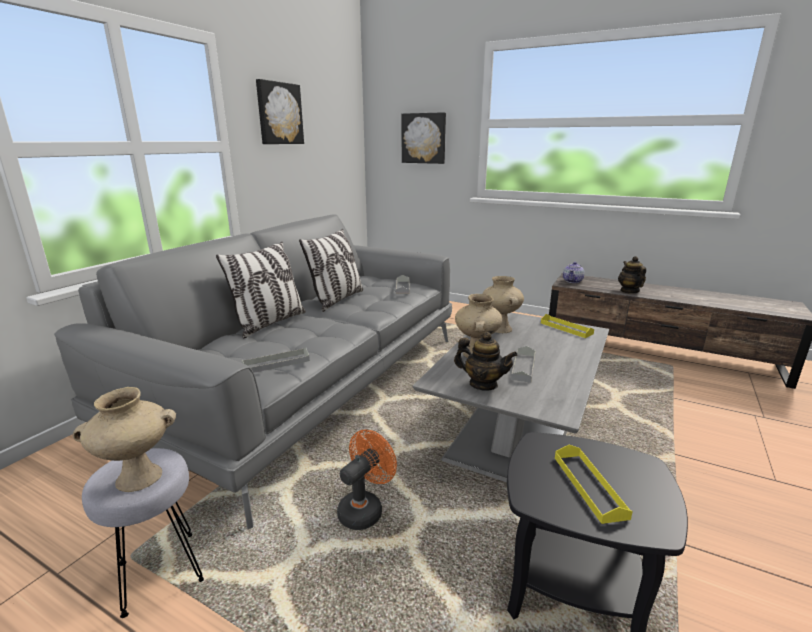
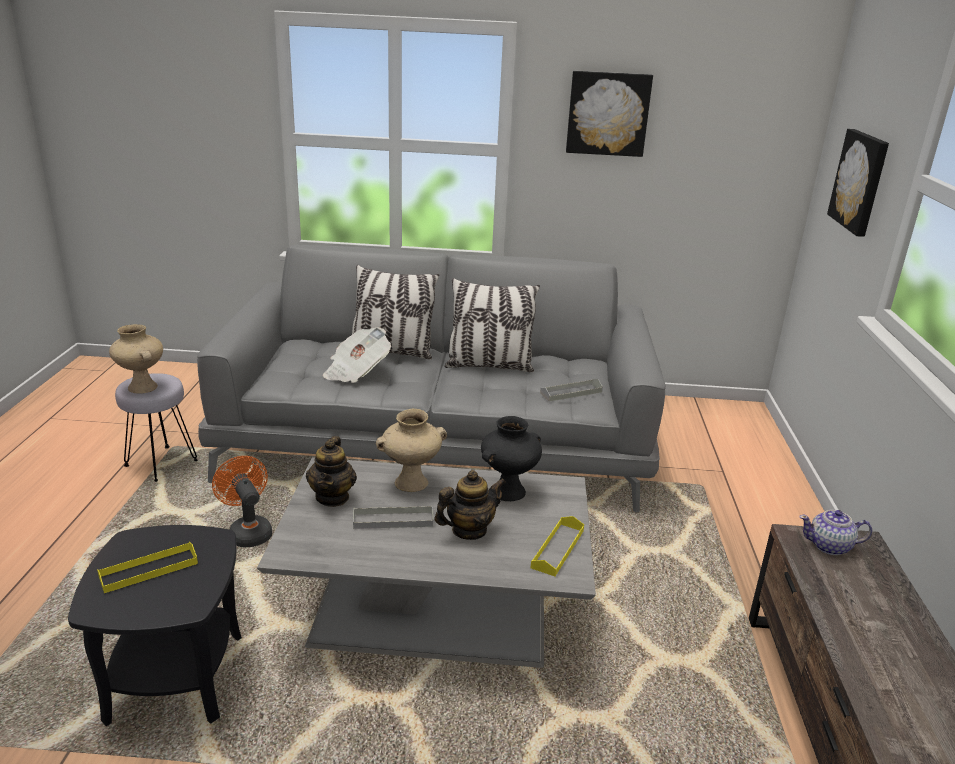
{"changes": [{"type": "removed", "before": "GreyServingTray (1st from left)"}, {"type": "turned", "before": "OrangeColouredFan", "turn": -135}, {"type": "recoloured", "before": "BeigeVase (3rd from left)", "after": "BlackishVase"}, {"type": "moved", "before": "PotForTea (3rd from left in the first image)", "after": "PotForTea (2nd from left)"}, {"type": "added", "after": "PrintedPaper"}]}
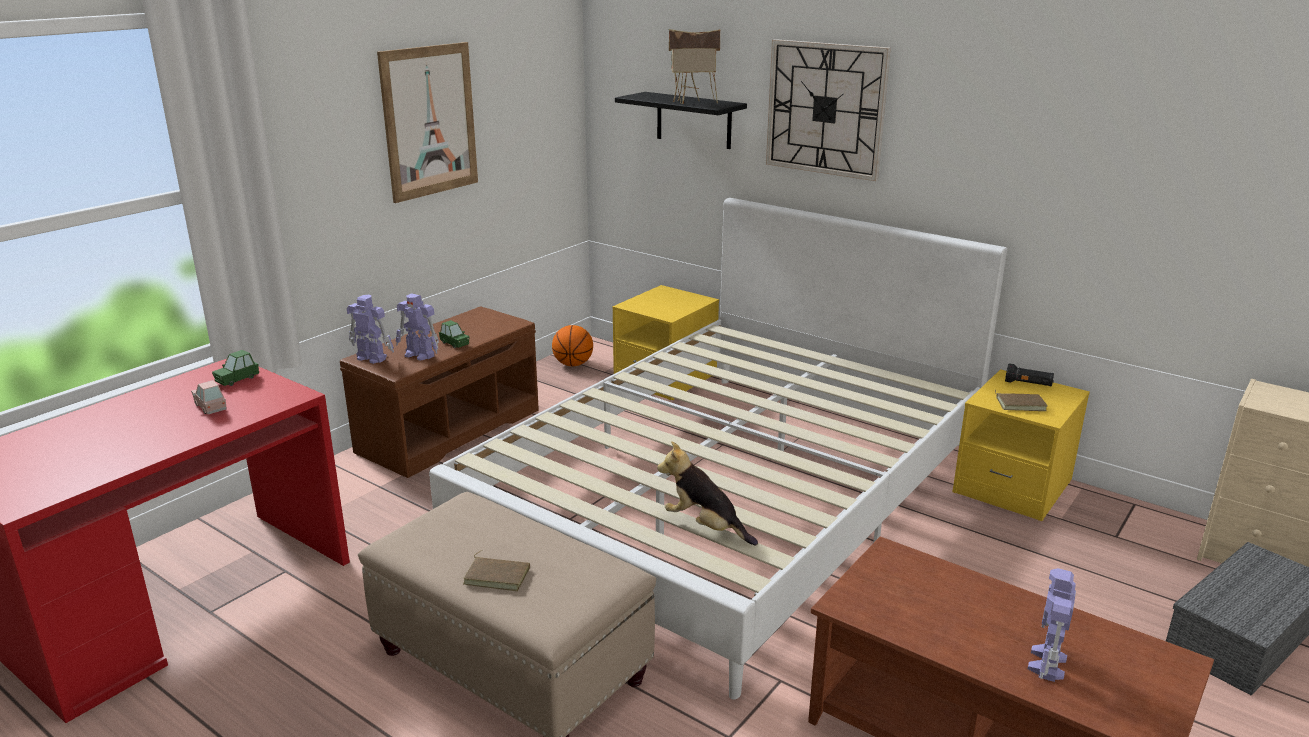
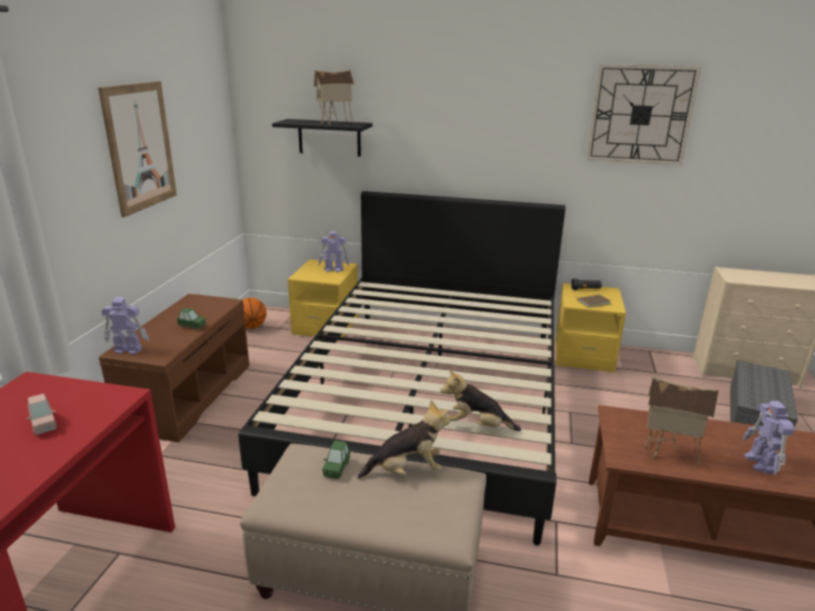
{"changes": [{"type": "turned", "before": "PinkColouredToyCar", "turn": -150}, {"type": "moved", "before": "GreenishToyCar (1st from left in the first image)", "after": "GreenishToyCar (2nd from left)"}, {"type": "moved", "before": "ToyRobot (2nd from left)"}, {"type": "recoloured", "before": "WhiteBedroomBed", "after": "BlackishBedroomBed"}, {"type": "removed", "before": "BrownVolume (1st from left)"}, {"type": "moved", "before": "WallClock"}, {"type": "added", "after": "PlushToy (1st from left)"}, {"type": "added", "after": "ModelHouse (2nd from left)"}]}
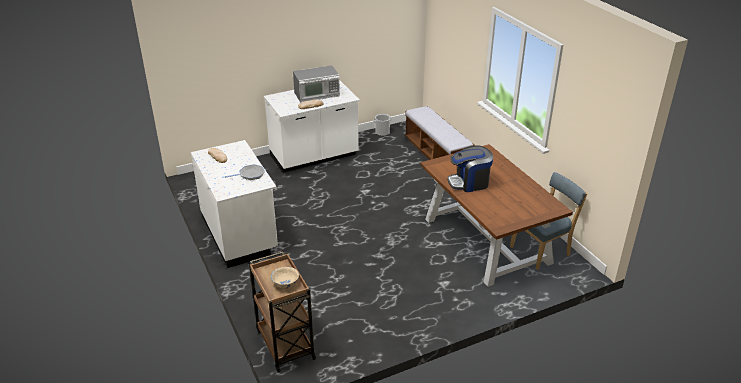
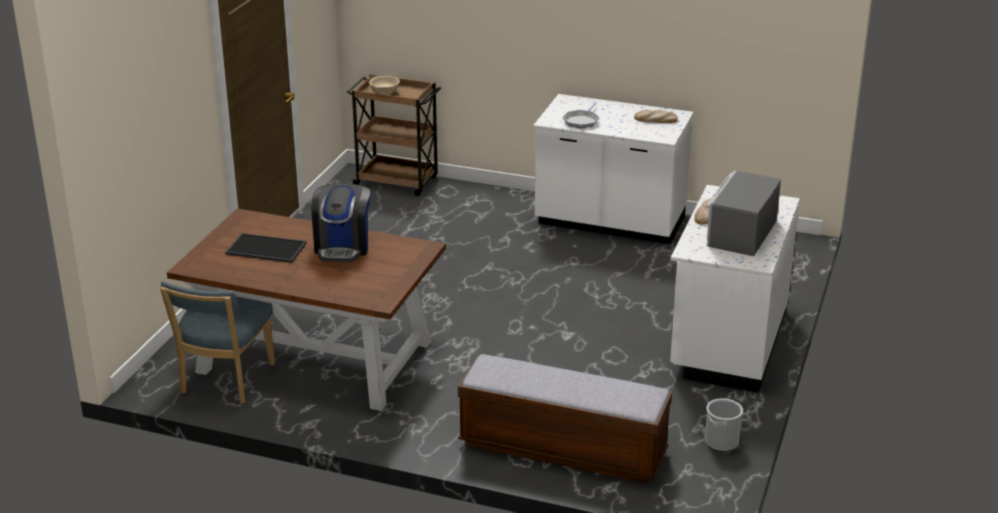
{"changes": [{"type": "turned", "before": "CoffeeBrewer", "turn": 150}, {"type": "added", "after": "ServingTray"}]}
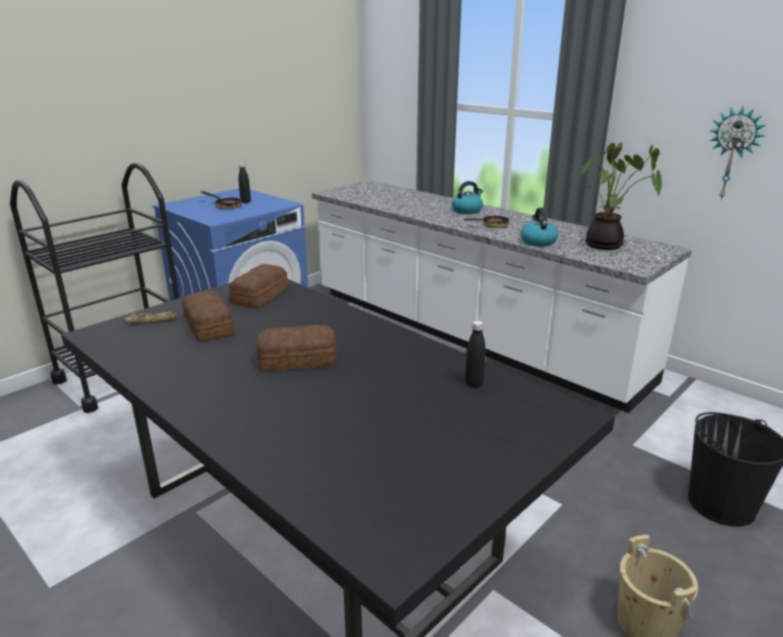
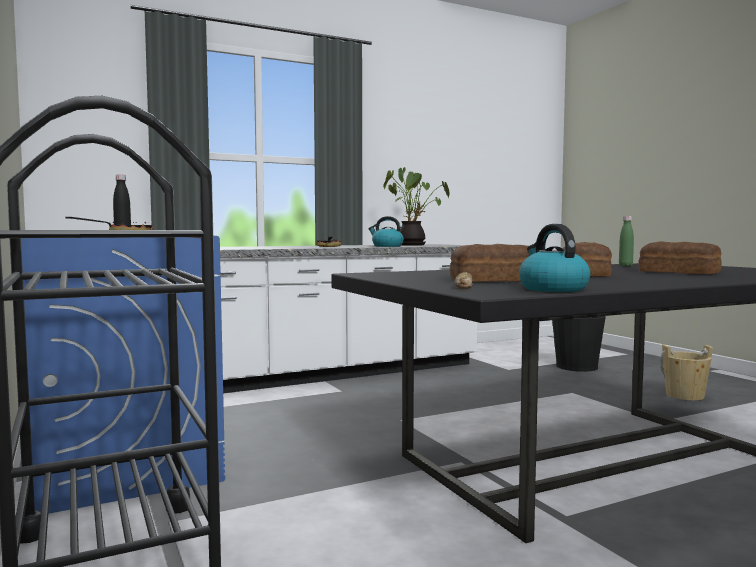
{"changes": [{"type": "moved", "before": "BakeryBread (3rd from left in the first image)", "after": "BakeryBread (4th from left)"}, {"type": "moved", "before": "WaterKettle (1st from left in the first image)", "after": "WaterKettle (2nd from left)"}, {"type": "recoloured", "before": "BlackishBeverageBottle (2nd from left)", "after": "GreenishBeverageBottle"}, {"type": "removed", "before": "WallClock"}]}
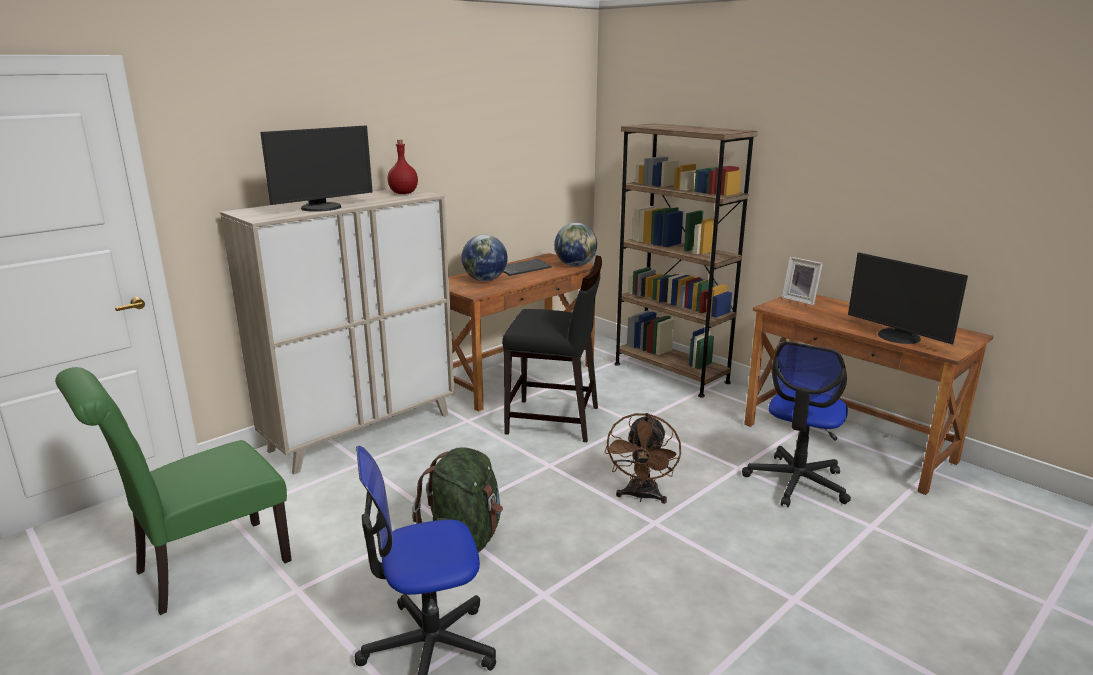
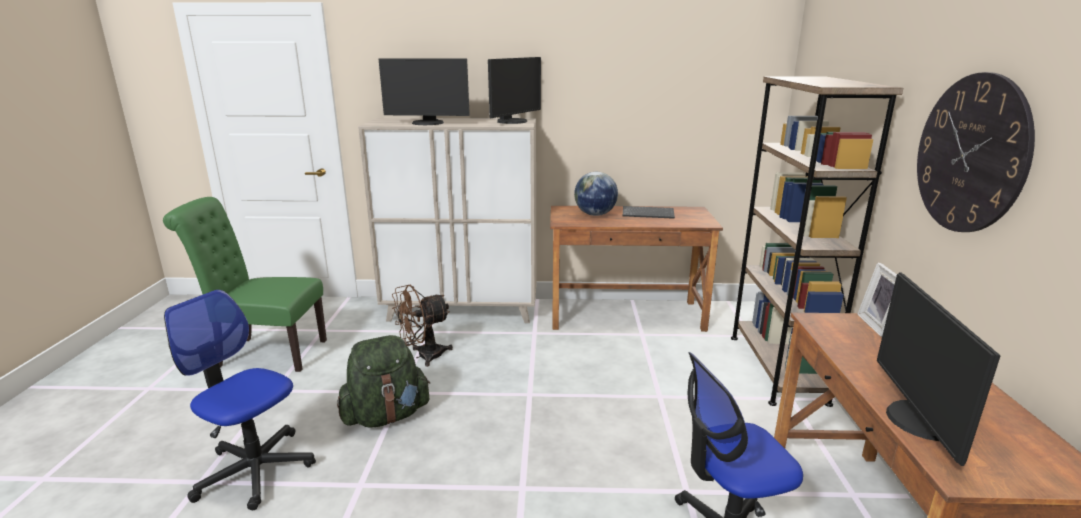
{"changes": [{"type": "replaced", "before": "RedColouredBeverageBottle", "after": "ComputerScreen (2nd from left)"}, {"type": "removed", "before": "BlackishUprightChair"}, {"type": "removed", "before": "Globe (2nd from left)"}, {"type": "moved", "before": "BrownFan"}, {"type": "added", "after": "WallClock"}]}
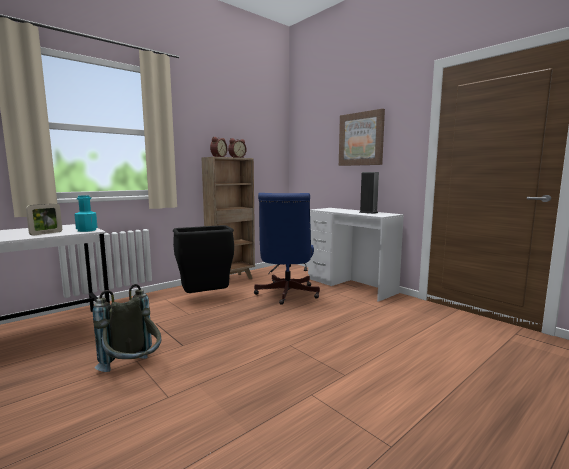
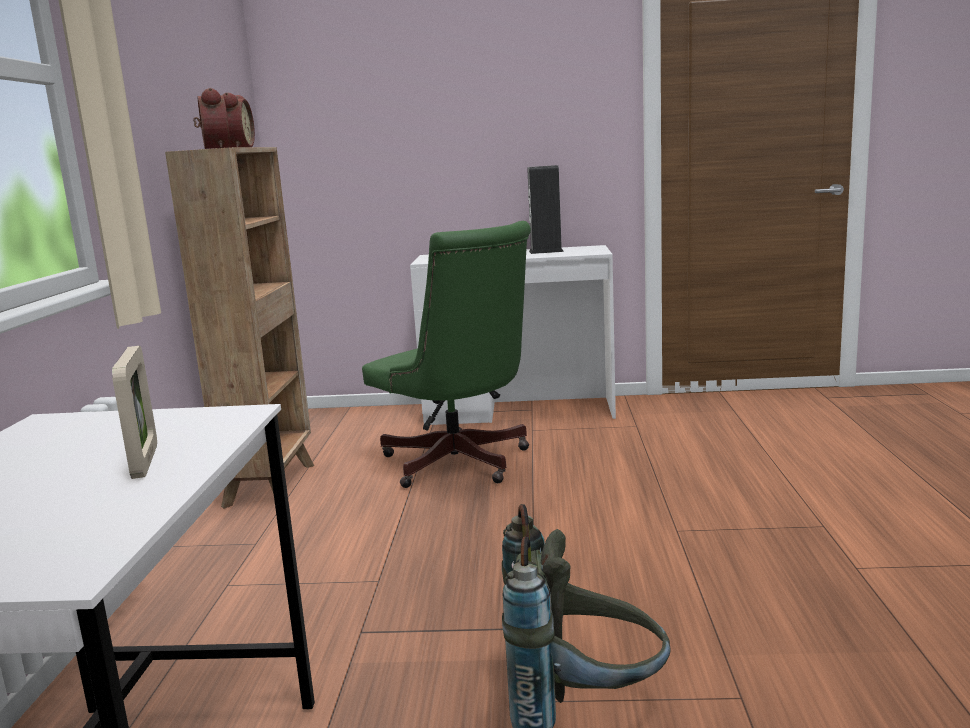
{"changes": [{"type": "removed", "before": "TurquoiseBeverageBottle"}, {"type": "removed", "before": "BlackishWasteBin"}, {"type": "recoloured", "before": "BlueColouredDeskChair", "after": "GreenishDeskChair"}, {"type": "removed", "before": "WallPicture"}]}
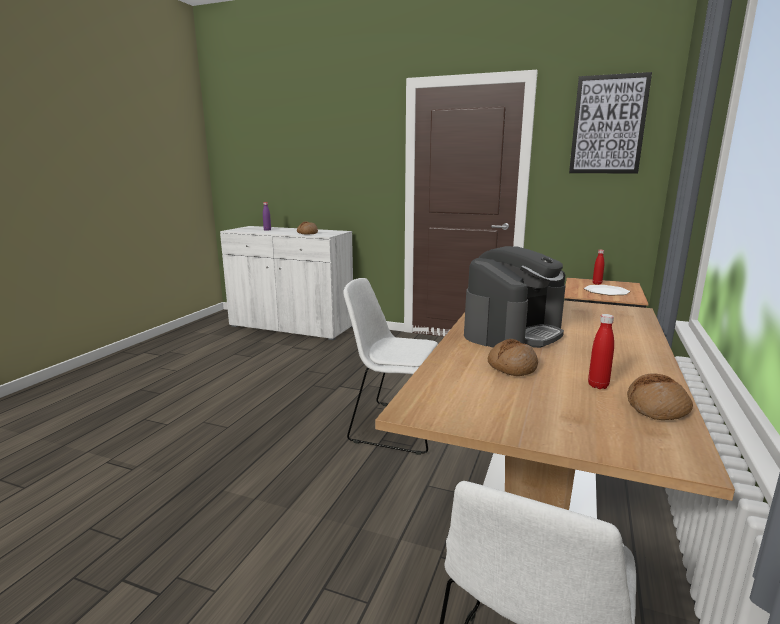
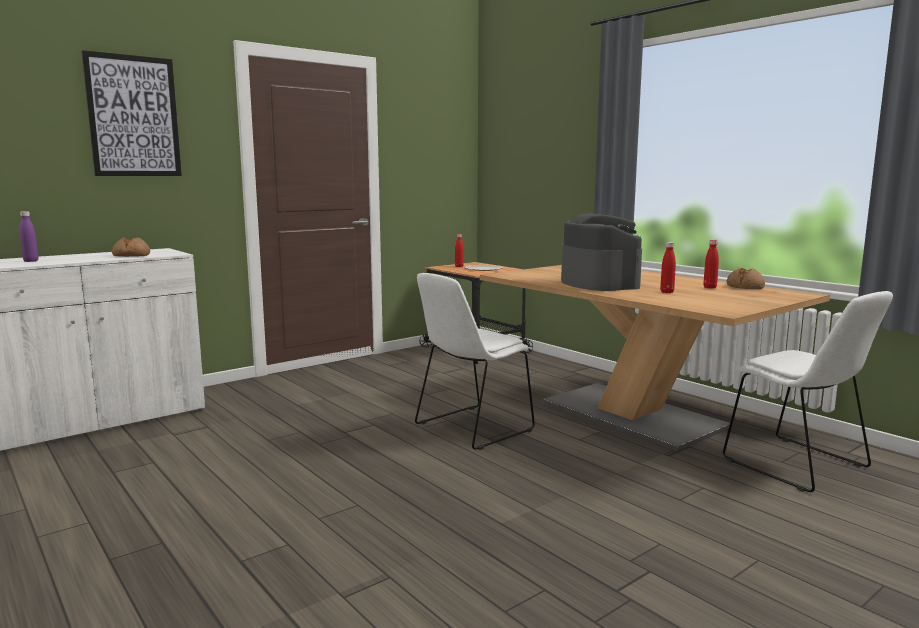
{"changes": [{"type": "replaced", "before": "BakeryBread (2nd from left)", "after": "RedColouredBeverageBottle (2nd from left)"}, {"type": "moved", "before": "WallPicture"}]}
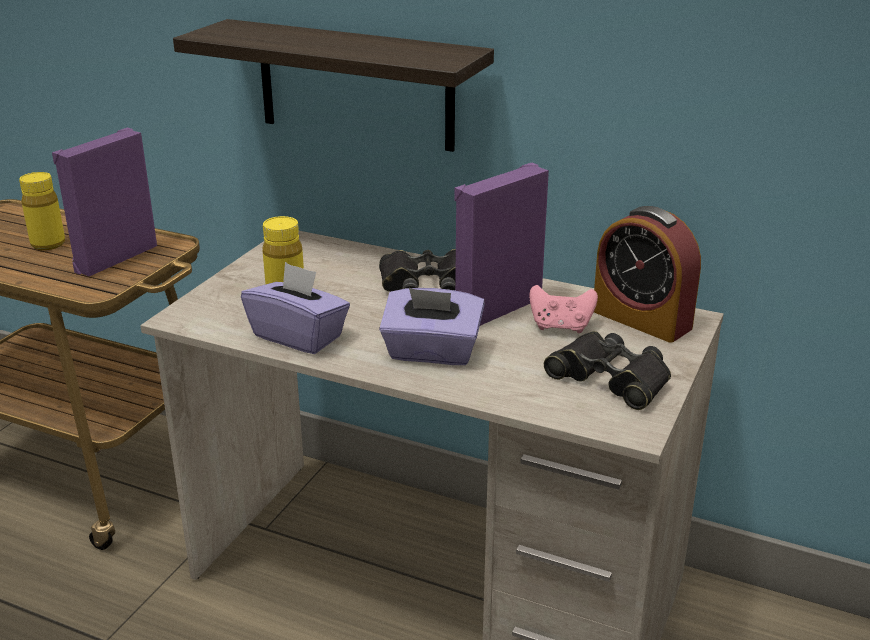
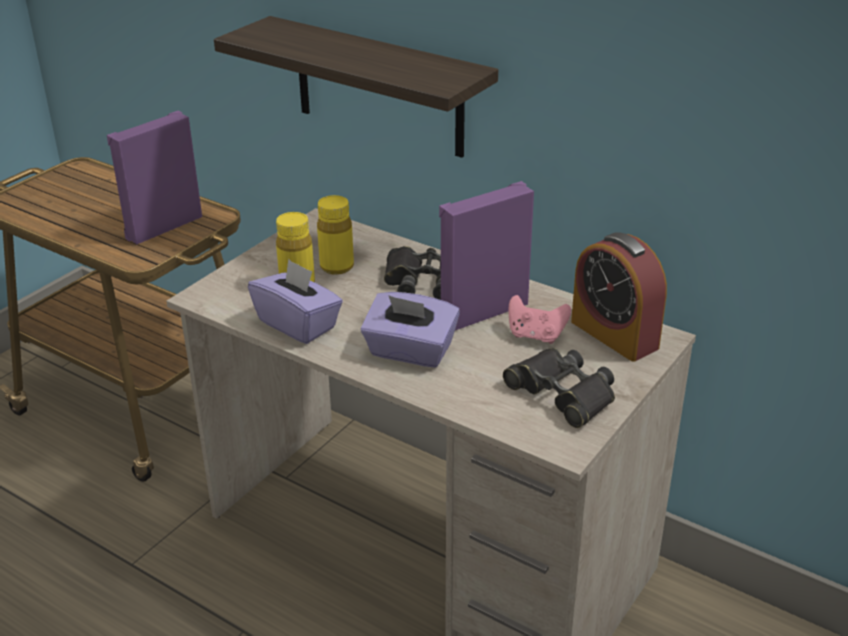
{"changes": [{"type": "moved", "before": "YellowColouredBeverageBottle (1st from left in the first image)", "after": "YellowColouredBeverageBottle (2nd from left)"}]}
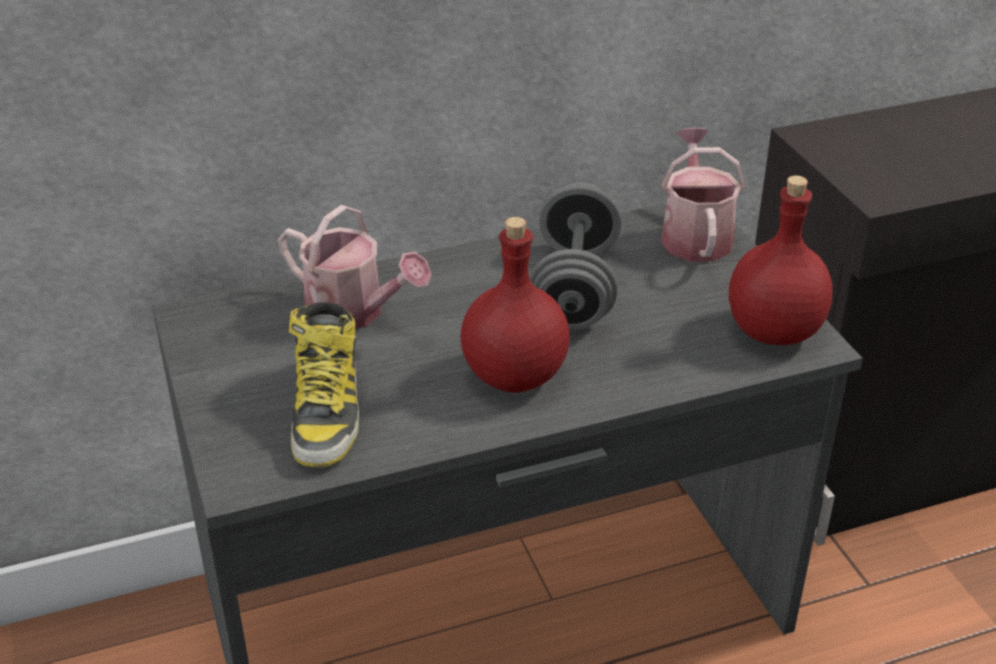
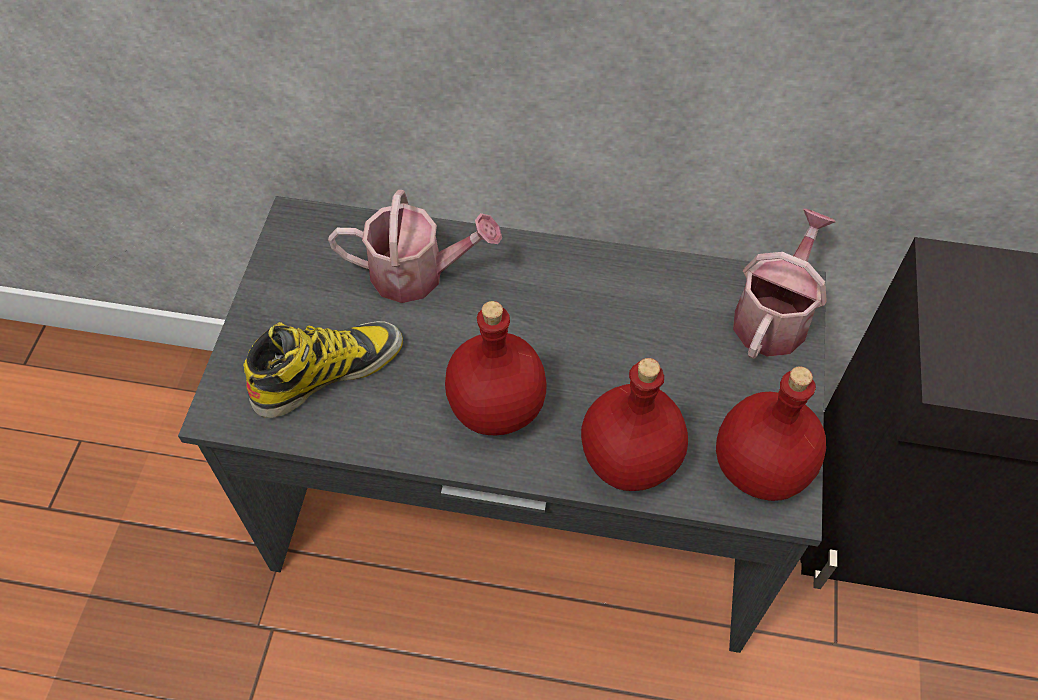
{"changes": [{"type": "turned", "before": "WateringCan (1st from left)", "turn": -60}, {"type": "turned", "before": "Boot", "turn": -150}, {"type": "removed", "before": "GreyHandWeight"}, {"type": "added", "after": "RedColouredBeverageBottle (2nd from left)"}]}
